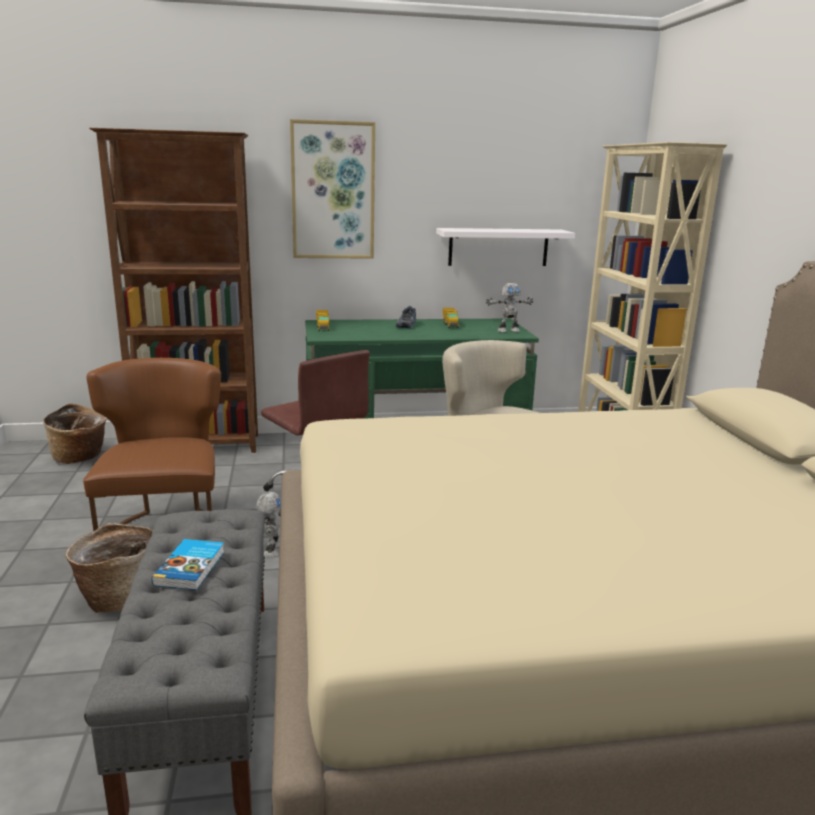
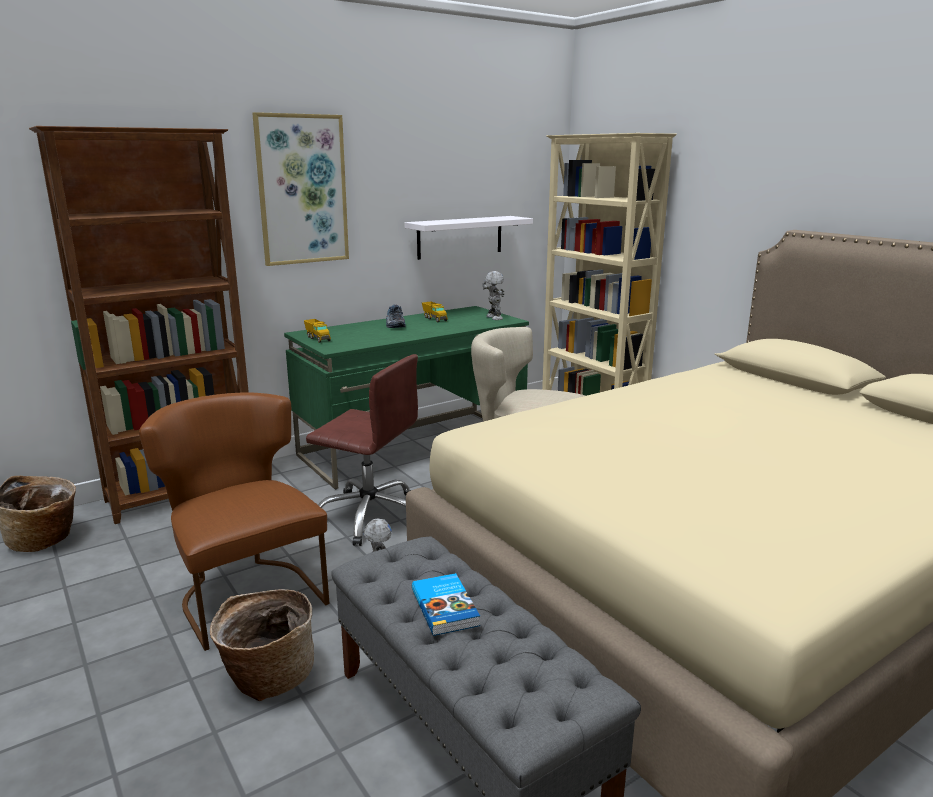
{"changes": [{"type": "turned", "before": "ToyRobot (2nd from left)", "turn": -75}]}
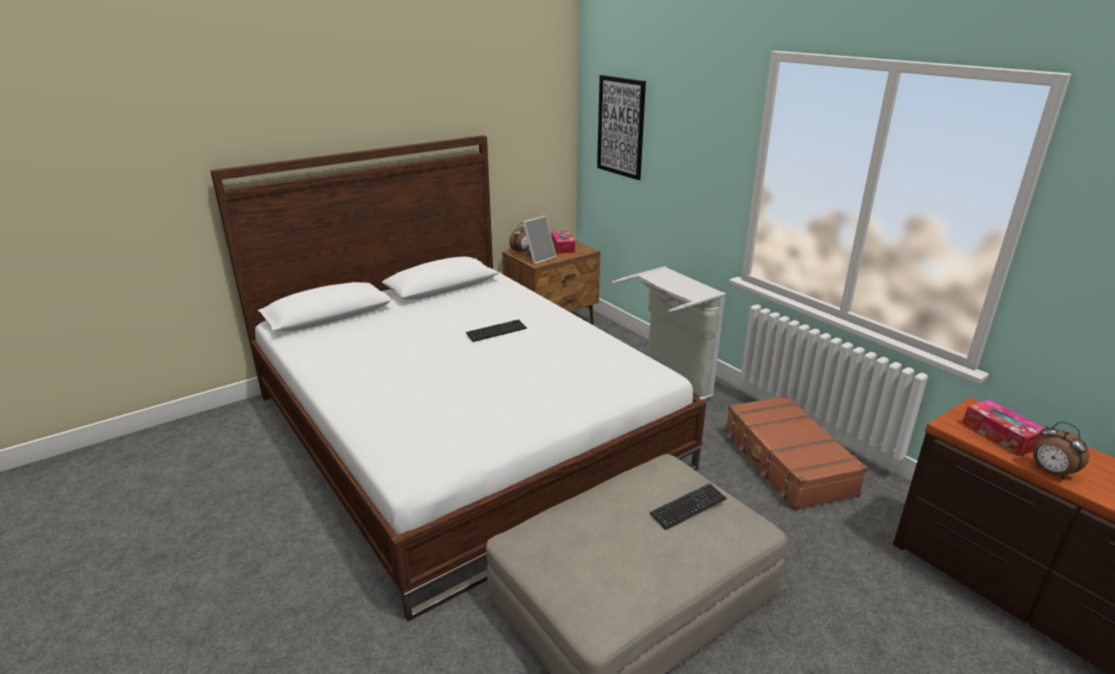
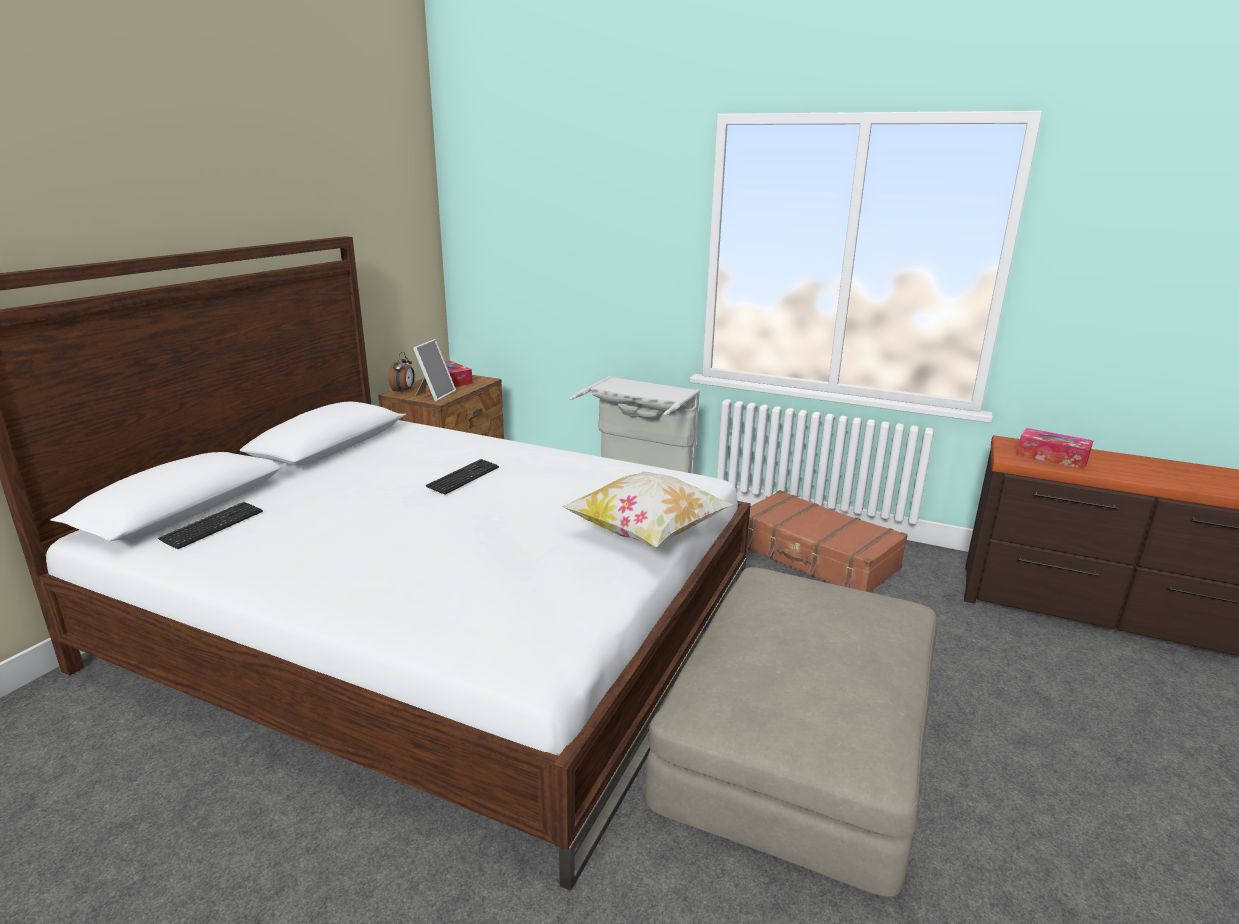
{"changes": [{"type": "removed", "before": "WallPicture"}, {"type": "moved", "before": "Keyboard (2nd from left in the first image)", "after": "Keyboard (1st from left)"}, {"type": "removed", "before": "BedsideClock (2nd from left)"}, {"type": "added", "after": "Pillow"}]}
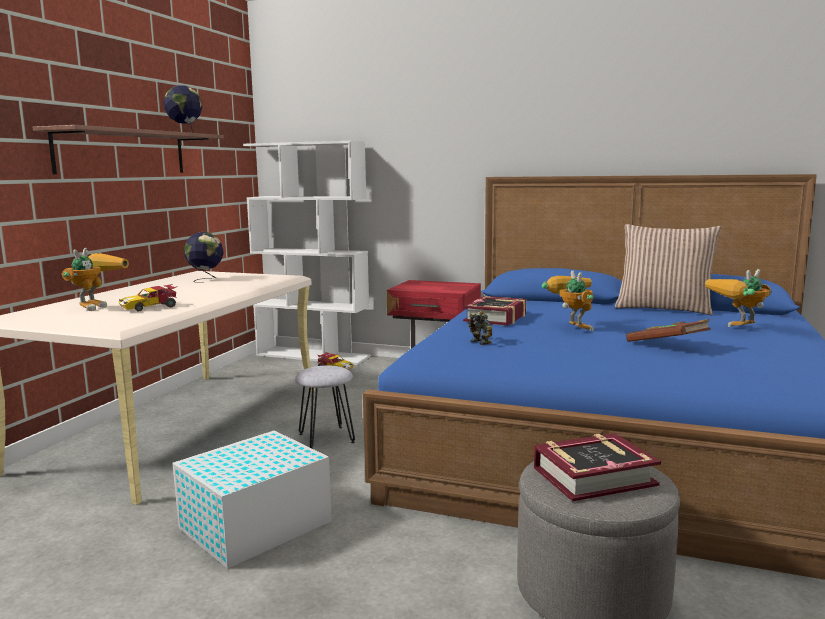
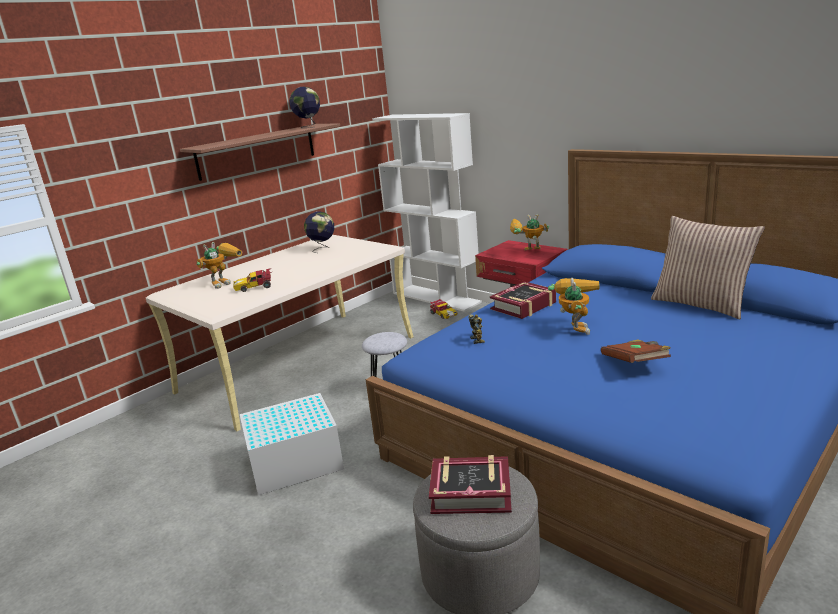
{"changes": [{"type": "moved", "before": "ToyRobot (4th from left in the first image)", "after": "ToyRobot (3rd from left)"}]}
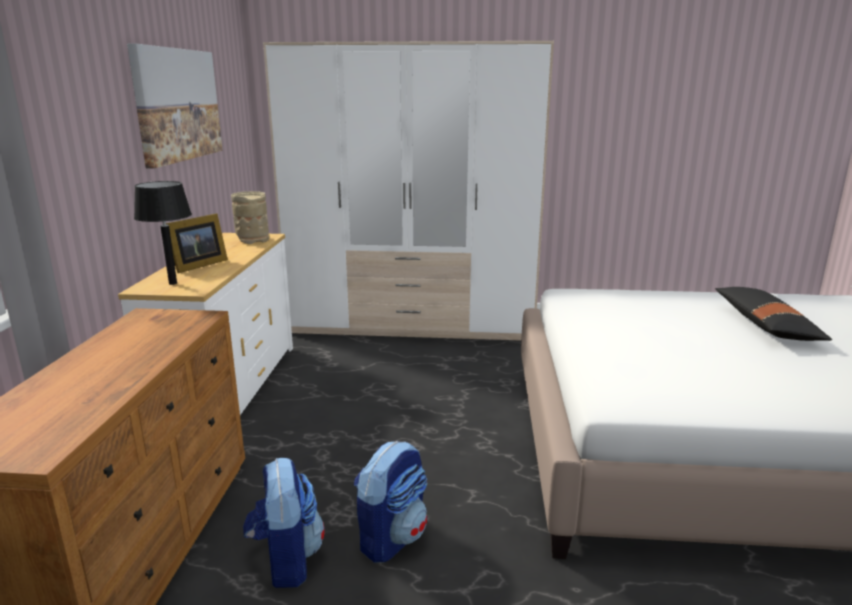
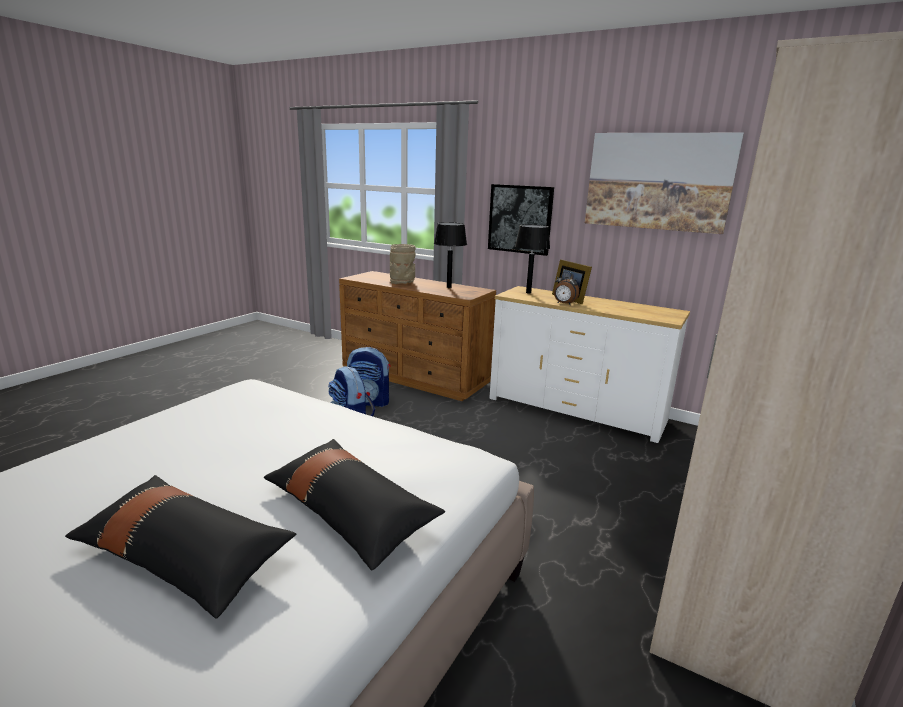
{"changes": [{"type": "moved", "before": "BeigeVase"}, {"type": "added", "after": "BlackishPillow (2nd from left)"}, {"type": "added", "after": "BlackishLampForATable (1st from left)"}, {"type": "added", "after": "WallPicture (1st from left)"}, {"type": "added", "after": "BedsideClock"}]}
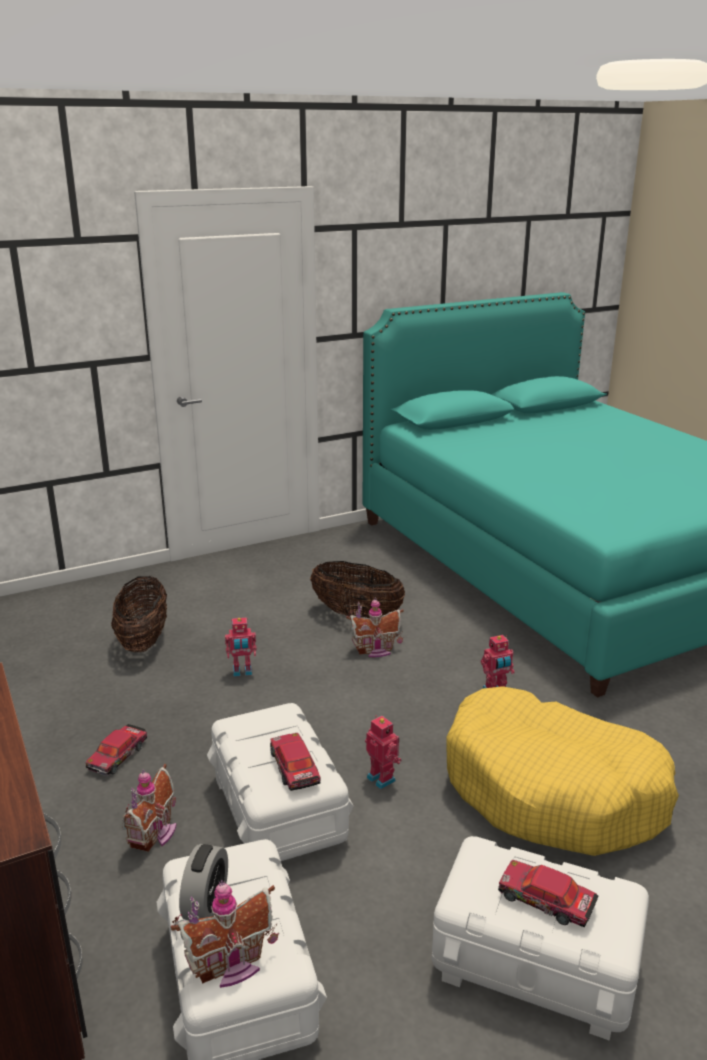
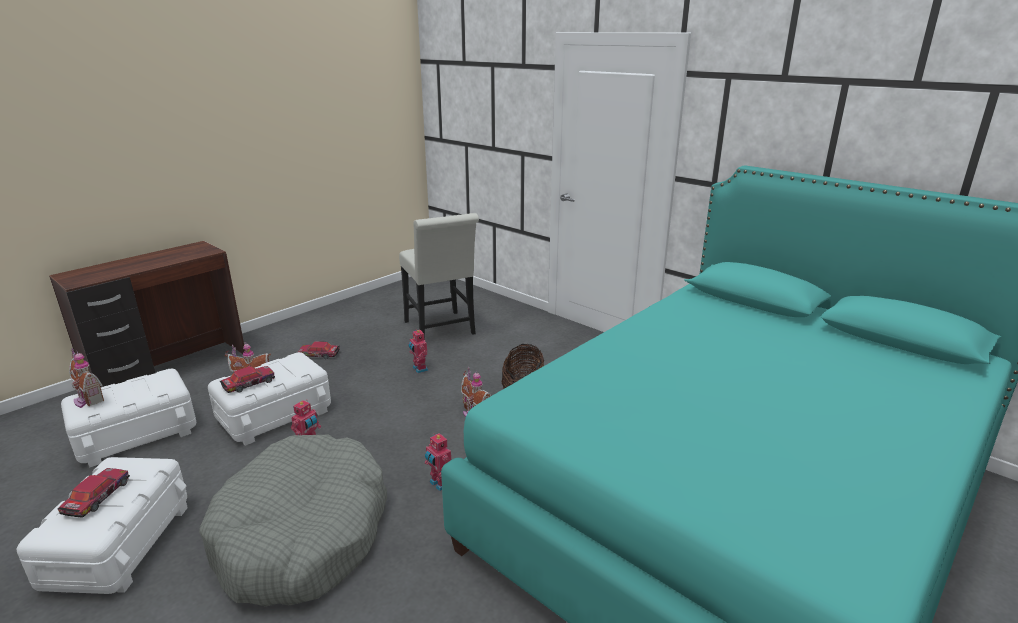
{"changes": [{"type": "replaced", "before": "HouseholdBasket (1st from left)", "after": "WhiteUprightChair"}, {"type": "removed", "before": "BedsideClock"}, {"type": "recoloured", "before": "YellowColouredDogCushion", "after": "GreyDogCushion"}]}
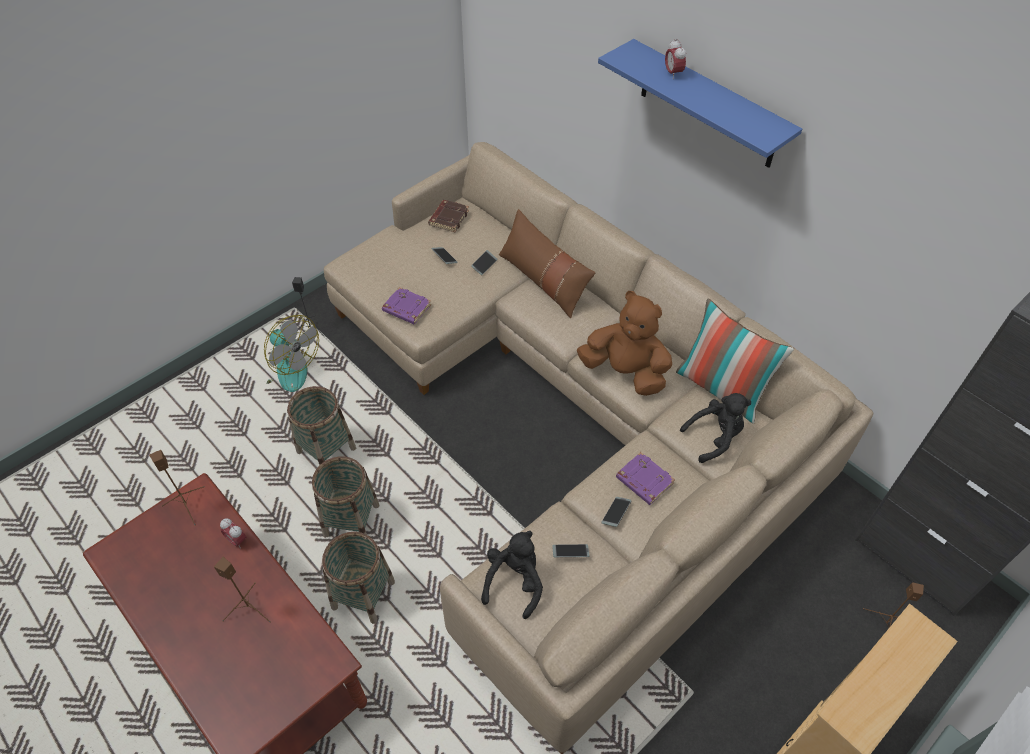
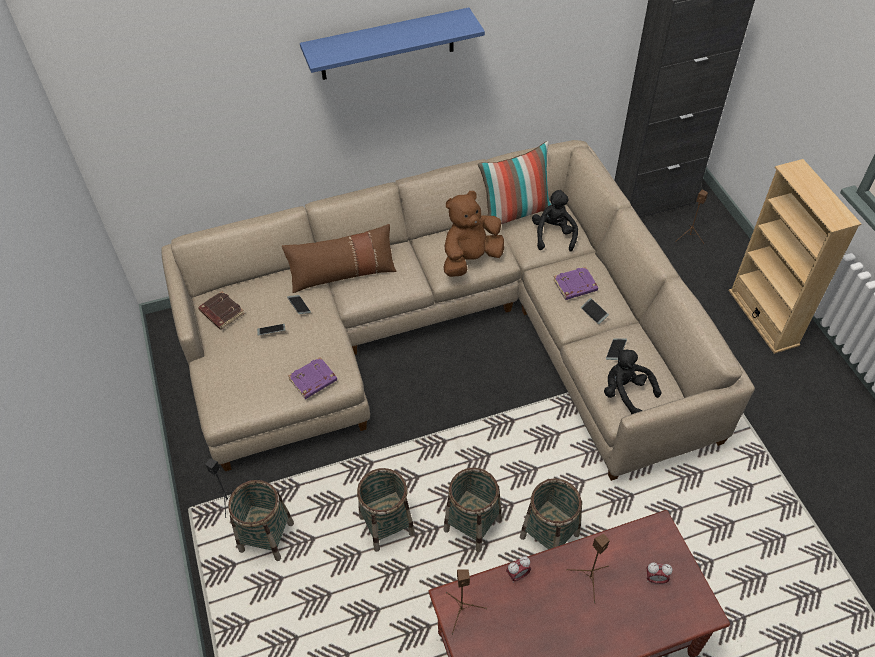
{"changes": [{"type": "replaced", "before": "Fan", "after": "HouseholdBasket (1st from left)"}, {"type": "moved", "before": "BedsideClock (2nd from left)"}]}
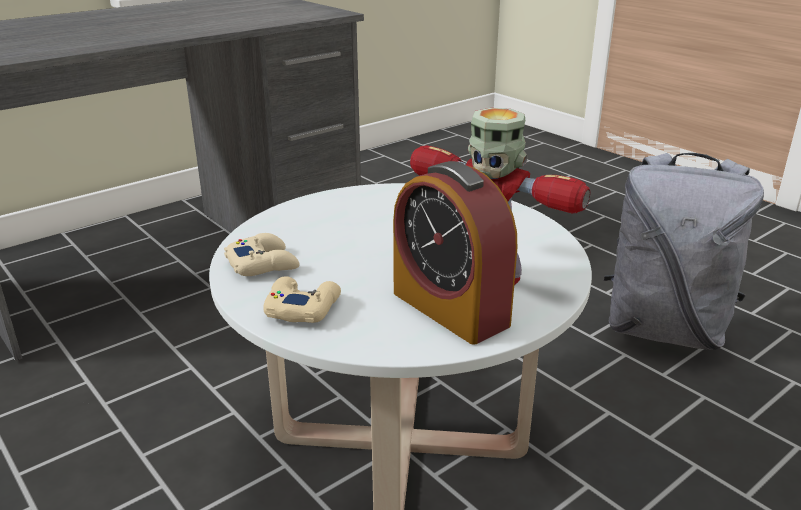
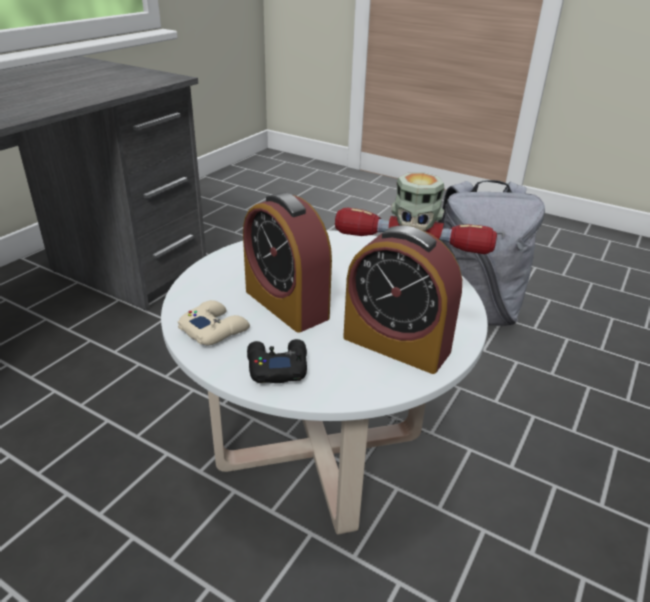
{"changes": [{"type": "recoloured", "before": "BeigeJoypad (2nd from left)", "after": "BlackishJoypad"}, {"type": "added", "after": "BedsideClock (1st from left)"}]}
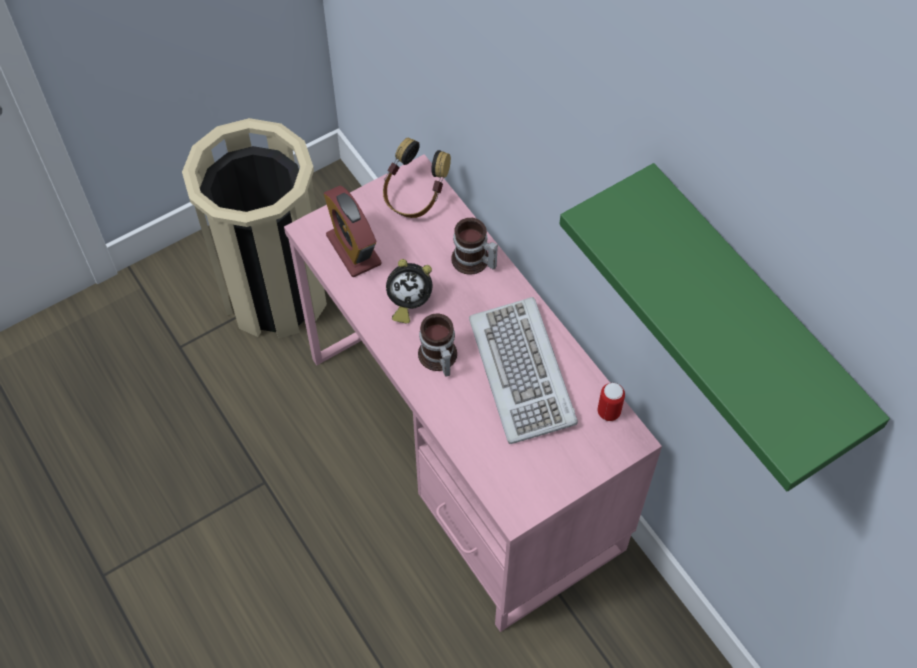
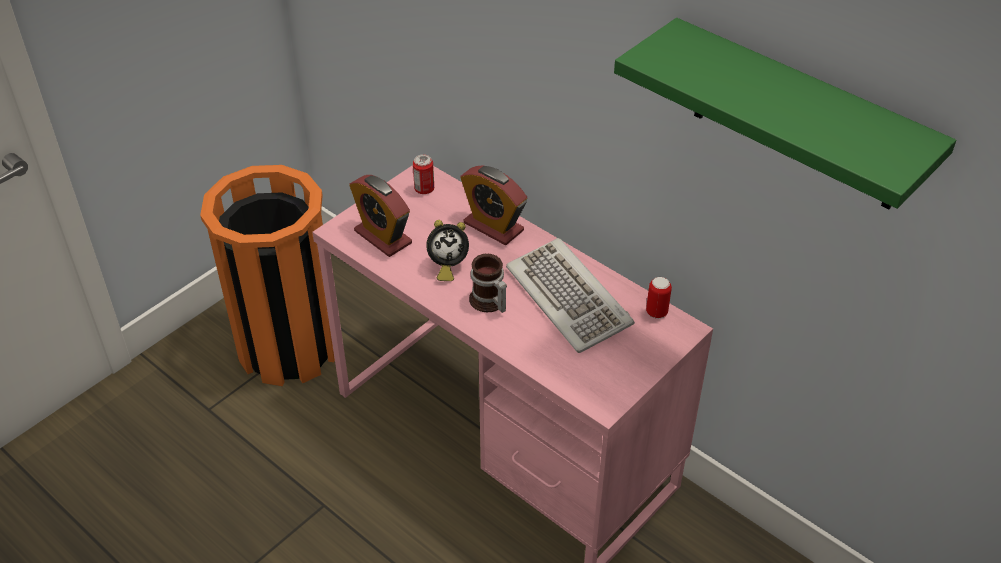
{"changes": [{"type": "recoloured", "before": "BeigeWasteBin", "after": "OrangeColouredWasteBin"}, {"type": "replaced", "before": "PairOfHeadphones", "after": "SealedCan (1st from left)"}, {"type": "replaced", "before": "Mug (2nd from left)", "after": "BedsideClock (3rd from left)"}]}
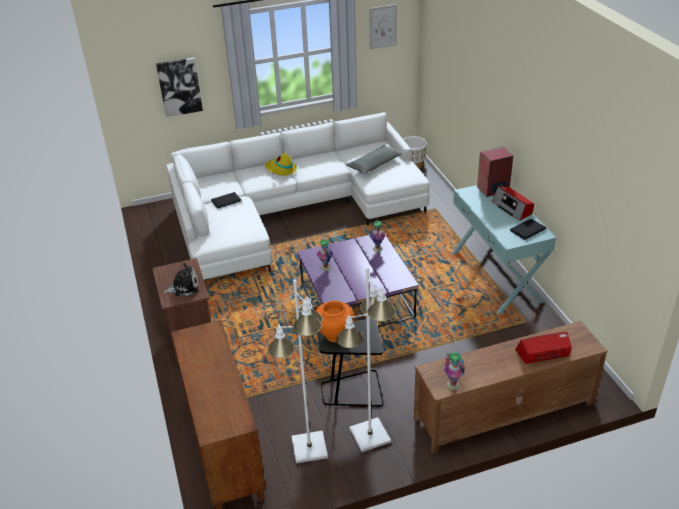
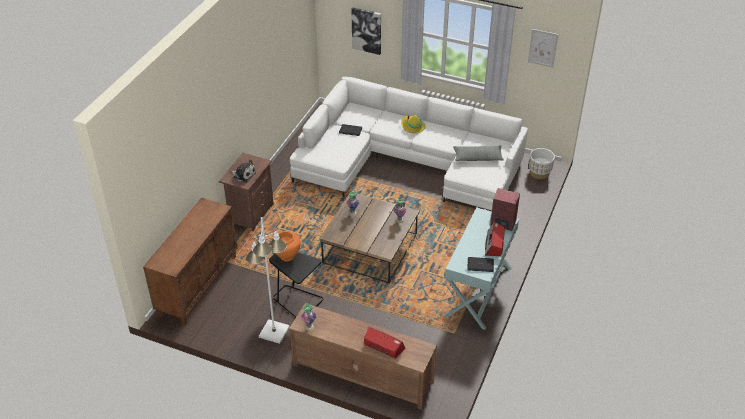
{"changes": [{"type": "removed", "before": "WhiteStandingLamp (1st from left)"}, {"type": "recoloured", "before": "PurpleLowTable", "after": "BrownLowTable"}]}
